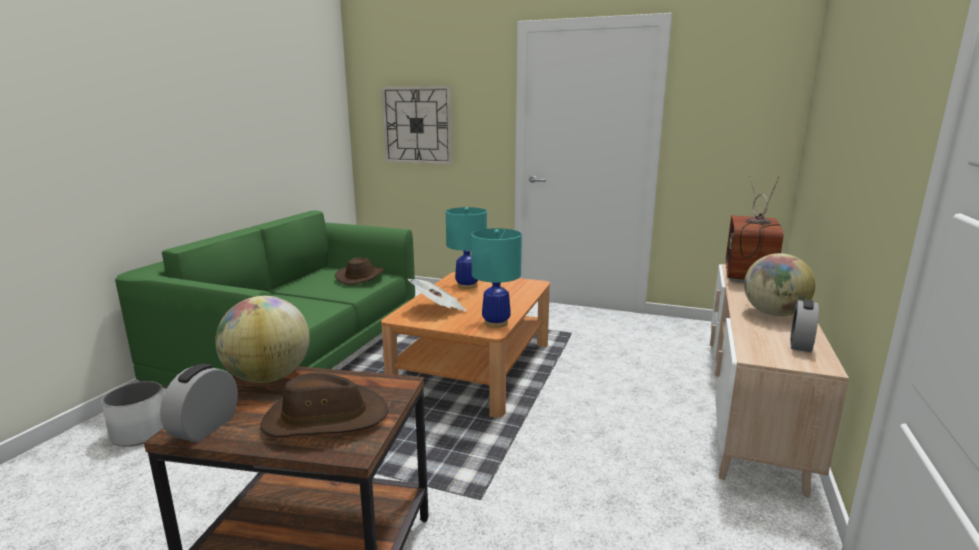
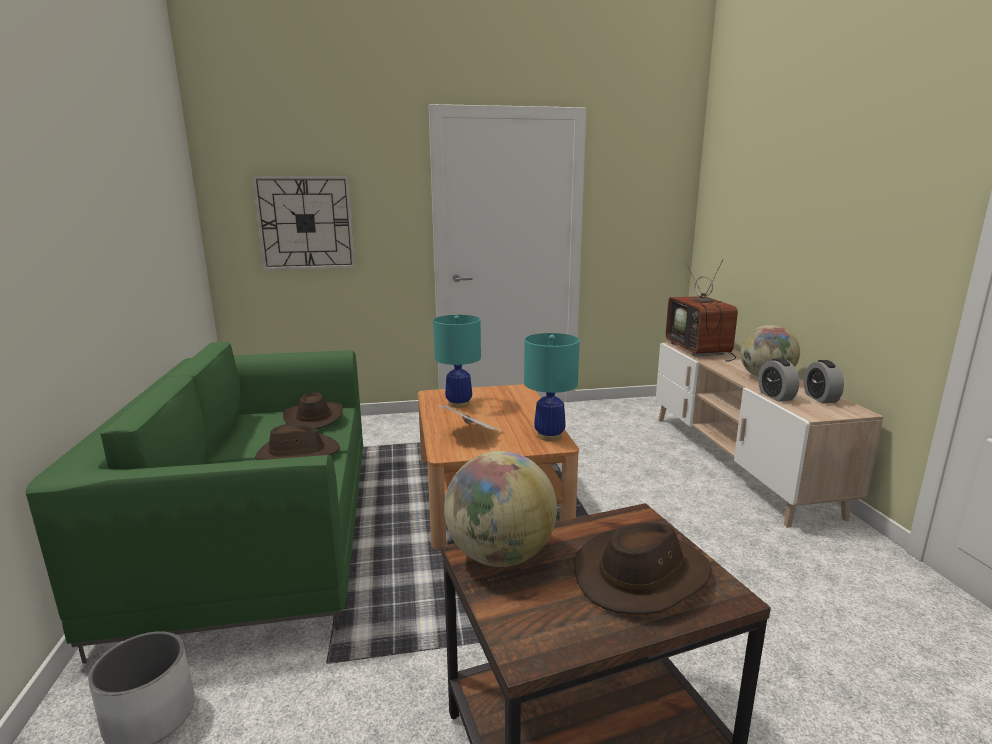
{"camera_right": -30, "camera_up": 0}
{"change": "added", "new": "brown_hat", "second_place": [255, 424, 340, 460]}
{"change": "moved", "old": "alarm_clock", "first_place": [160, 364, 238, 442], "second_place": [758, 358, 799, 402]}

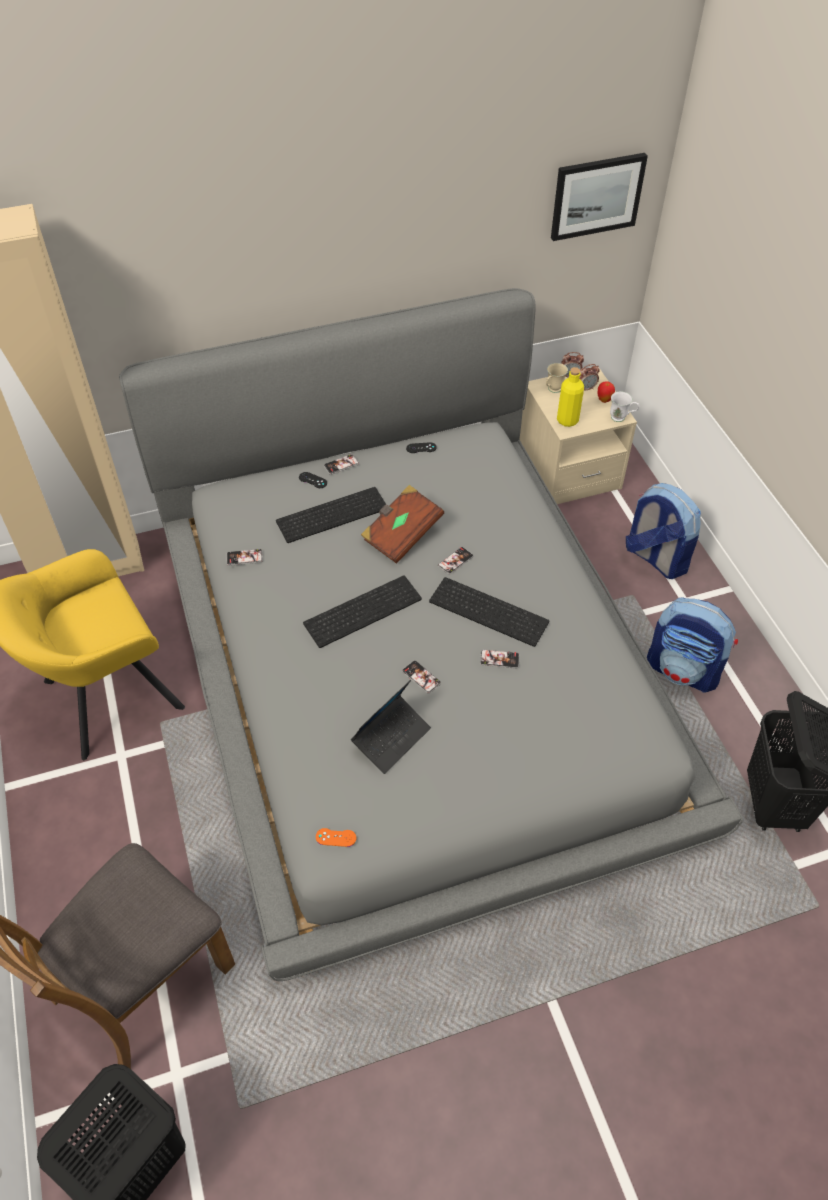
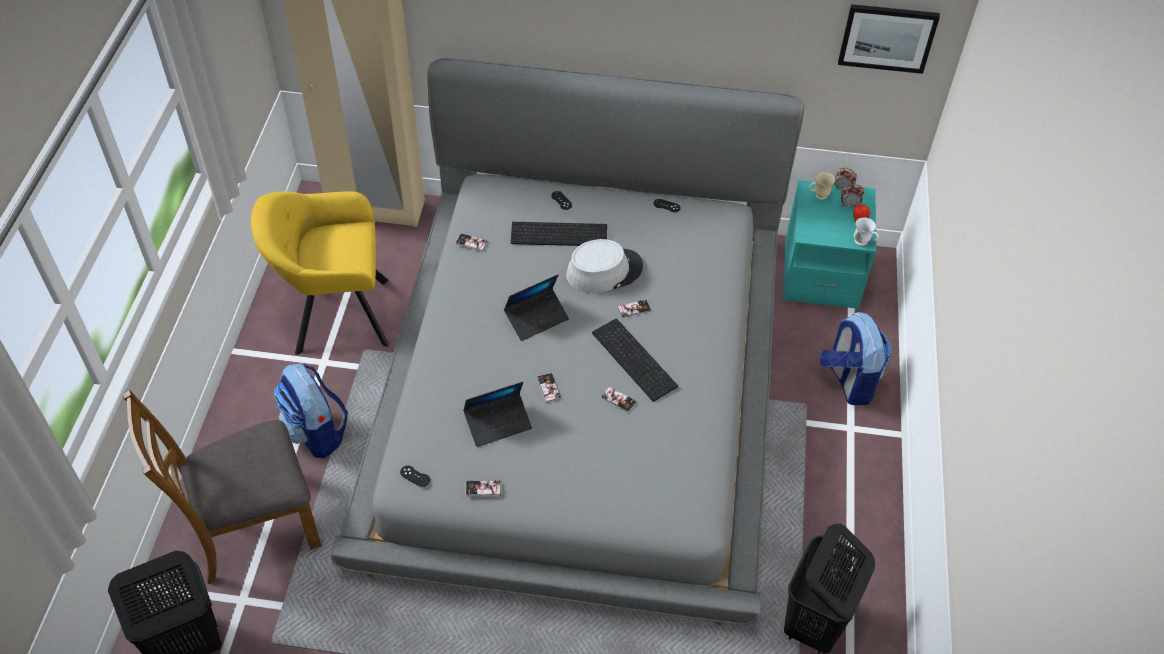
{"camera_right": 25, "camera_up": 0}
{"change": "moved", "old": "backpack", "first_place": [647, 598, 738, 693], "second_place": [274, 363, 348, 458]}
{"change": "recoloured", "old": "orange_game_controller", "new": "black_game_controller", "first_place": [316, 828, 356, 847], "second_place": [400, 465, 430, 487]}
{"change": "moved", "old": "phone", "first_place": [324, 454, 359, 475], "second_place": [465, 480, 501, 496]}
{"change": "replaced", "old": "keyboard", "new": "laptop", "first_place": [303, 575, 422, 648], "second_place": [504, 275, 569, 341]}
{"change": "replaced", "old": "brown_book", "new": "grey_hat", "first_place": [361, 485, 444, 564], "second_place": [566, 239, 643, 293]}
{"change": "recoloured", "old": "beige_nightstand", "new": "turquoise_nightstand", "first_place": [519, 368, 637, 504], "second_place": [782, 180, 876, 309]}
{"change": "removed", "old": "yellow_bottle", "first_place": [557, 367, 584, 427]}

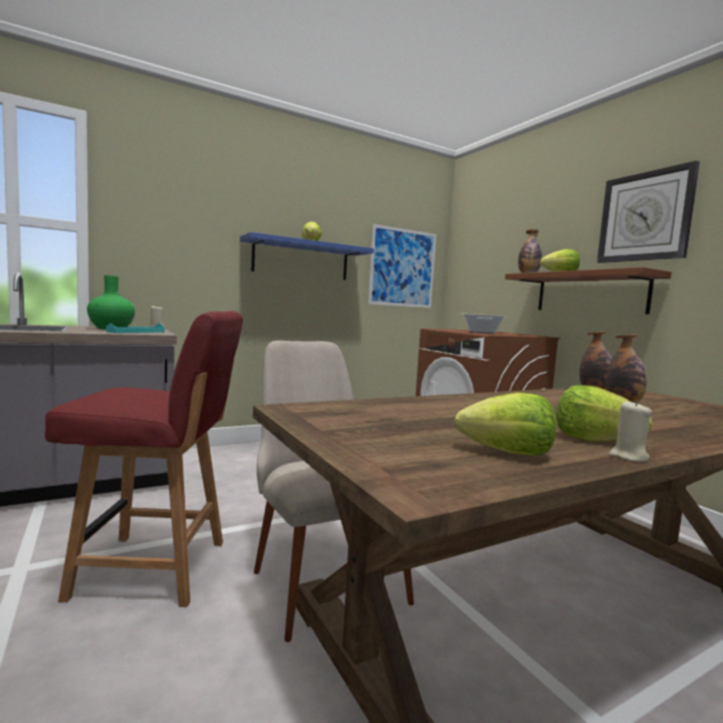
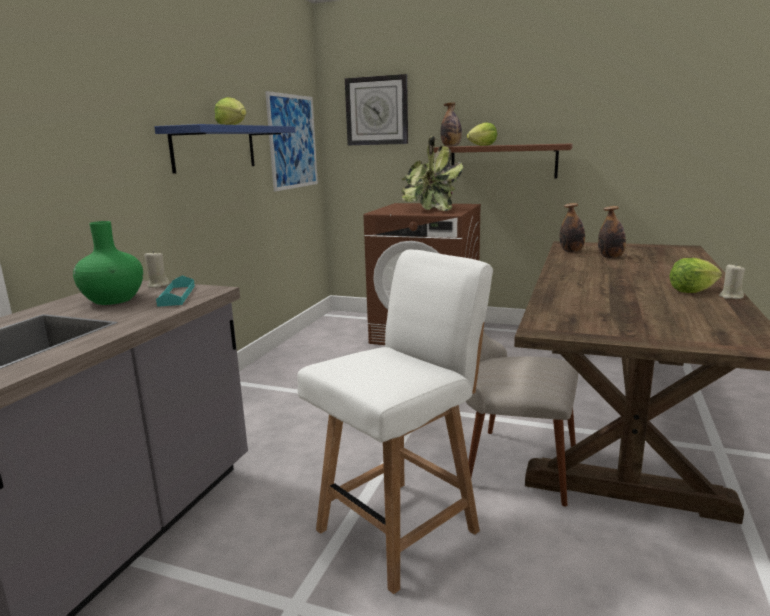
{"camera_right": -40, "camera_up": 10}
{"change": "recoloured", "old": "red_chair", "new": "white_chair", "first_place": [45, 311, 243, 607], "second_place": [297, 250, 493, 594]}
{"change": "moved", "old": "wall_clock", "first_place": [597, 161, 700, 263], "second_place": [345, 74, 408, 145]}
{"change": "replaced", "old": "cooking_pot", "new": "potted_plant", "first_place": [461, 313, 507, 333], "second_place": [401, 136, 463, 211]}
{"change": "removed", "old": "lettuce", "first_place": [454, 392, 556, 456]}

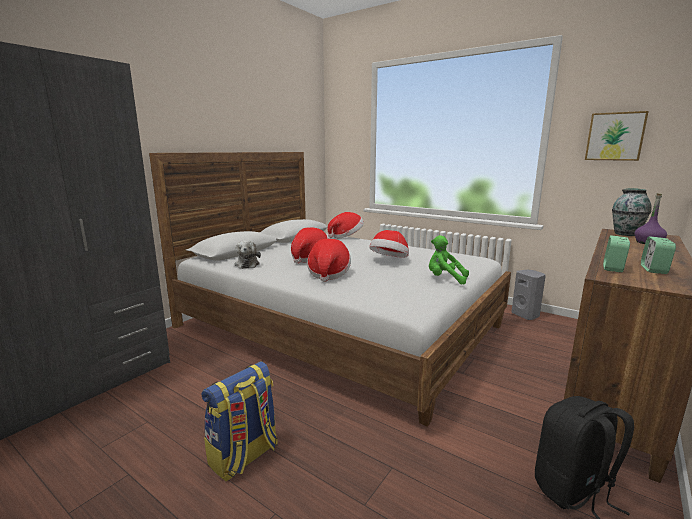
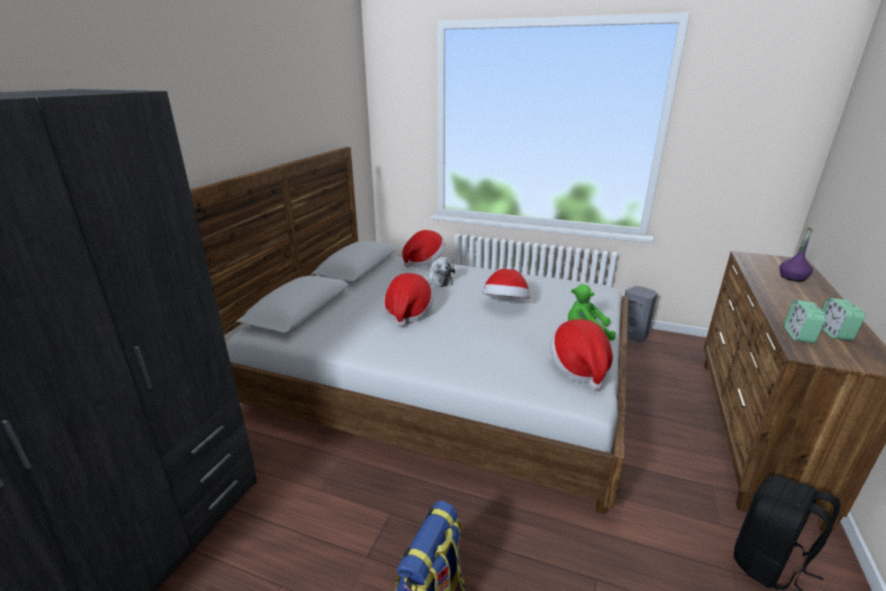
{"camera_right": -15, "camera_up": 10}
{"change": "moved", "old": "plush_toy", "first_place": [234, 240, 261, 269], "second_place": [428, 257, 455, 287]}
{"change": "moved", "old": "hat", "first_place": [307, 239, 351, 282], "second_place": [550, 319, 613, 390]}
{"change": "removed", "old": "picture", "first_place": [585, 111, 649, 161]}
{"change": "removed", "old": "vase", "first_place": [612, 188, 652, 236]}

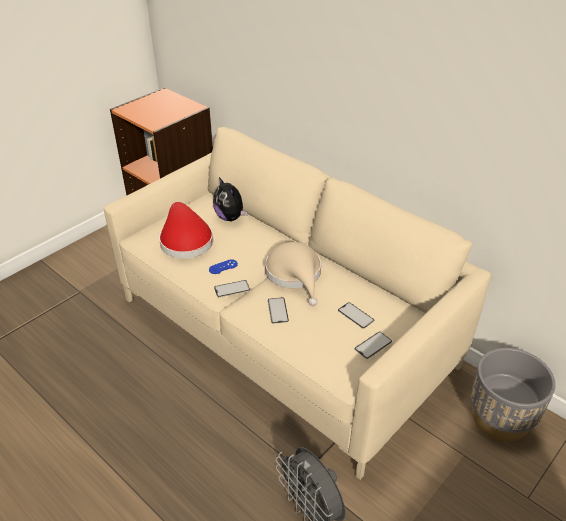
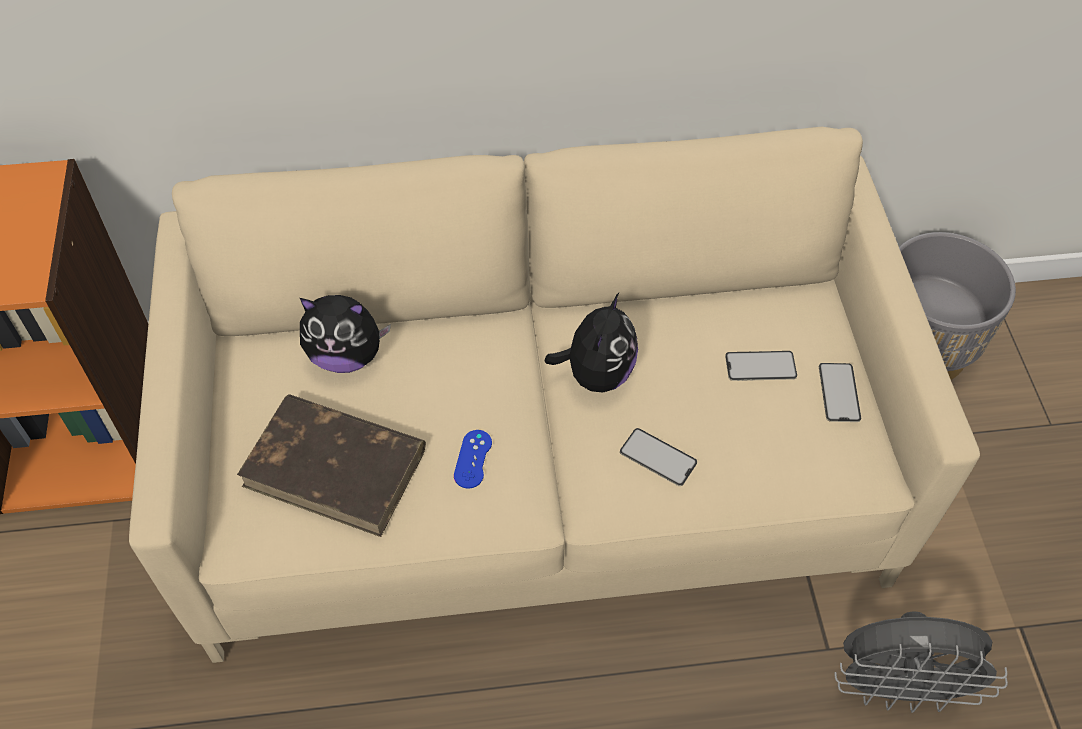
{"camera_right": -50, "camera_up": 15}
{"change": "replaced", "old": "red_hat", "new": "brown_book", "first_place": [159, 202, 213, 259], "second_place": [237, 394, 426, 537]}
{"change": "replaced", "old": "beige_hat", "new": "plush_toy", "first_place": [265, 242, 321, 306], "second_place": [545, 293, 638, 393]}
{"change": "removed", "old": "phone", "first_place": [214, 280, 250, 297]}

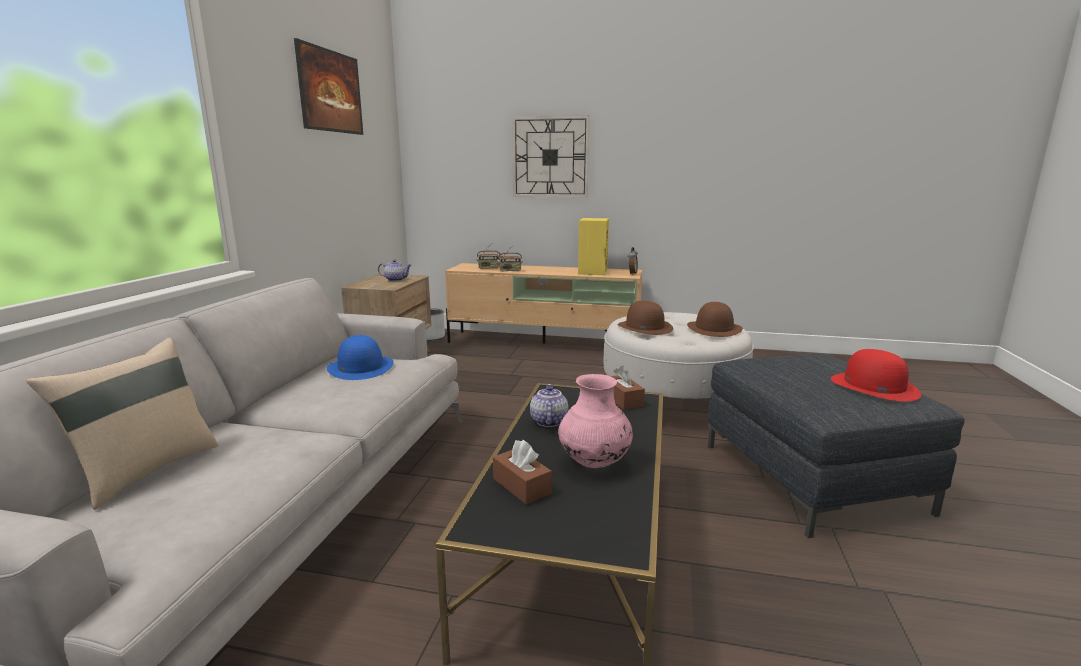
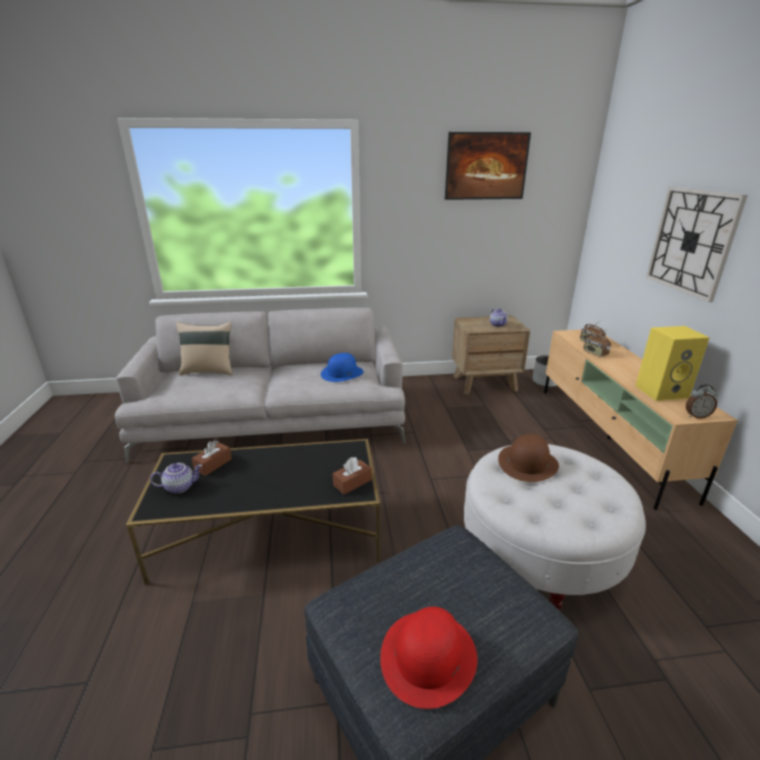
{"camera_right": 70, "camera_up": 10}
{"change": "moved", "old": "teapot", "first_place": [530, 384, 569, 427], "second_place": [150, 463, 202, 494]}
{"change": "removed", "old": "pink_vase", "first_place": [558, 374, 633, 468]}
{"change": "removed", "old": "brown_hat", "first_place": [687, 302, 743, 337]}

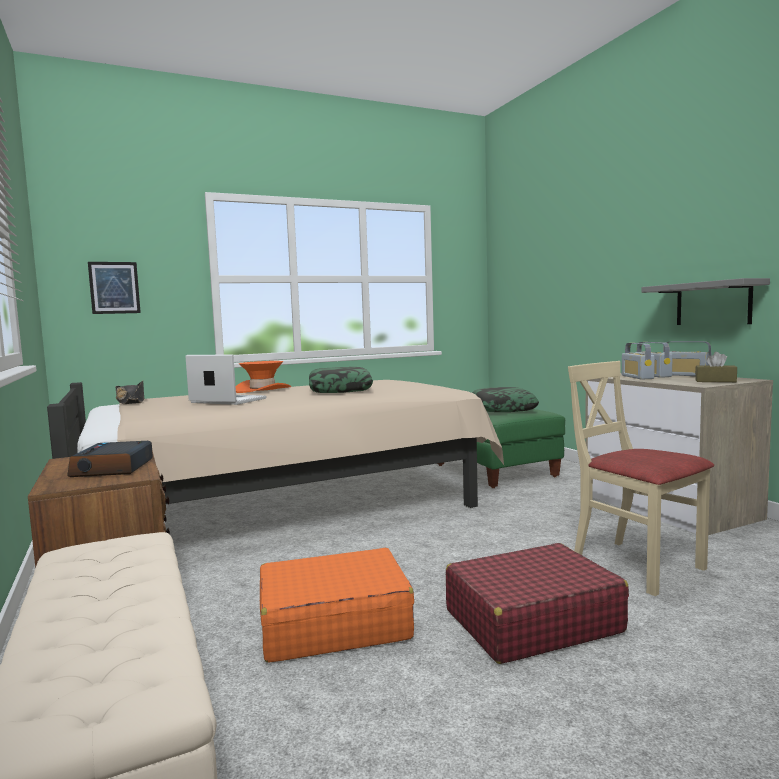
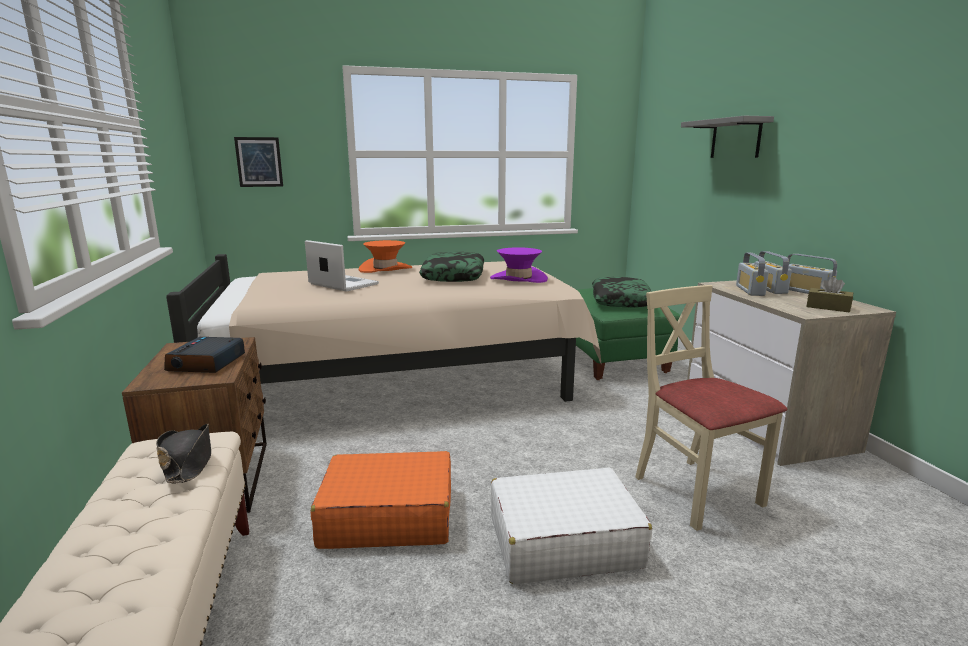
{"camera_right": 10, "camera_up": 10}
{"change": "moved", "old": "black_hat", "first_place": [115, 381, 144, 404], "second_place": [156, 424, 211, 483]}
{"change": "added", "new": "purple_hat", "second_place": [490, 247, 548, 283]}
{"change": "recoloured", "old": "red_suitcase", "new": "white_suitcase", "first_place": [446, 543, 629, 664], "second_place": [491, 467, 652, 584]}
{"change": "moved", "old": "grey_shelf", "first_place": [642, 278, 770, 325], "second_place": [681, 116, 774, 158]}

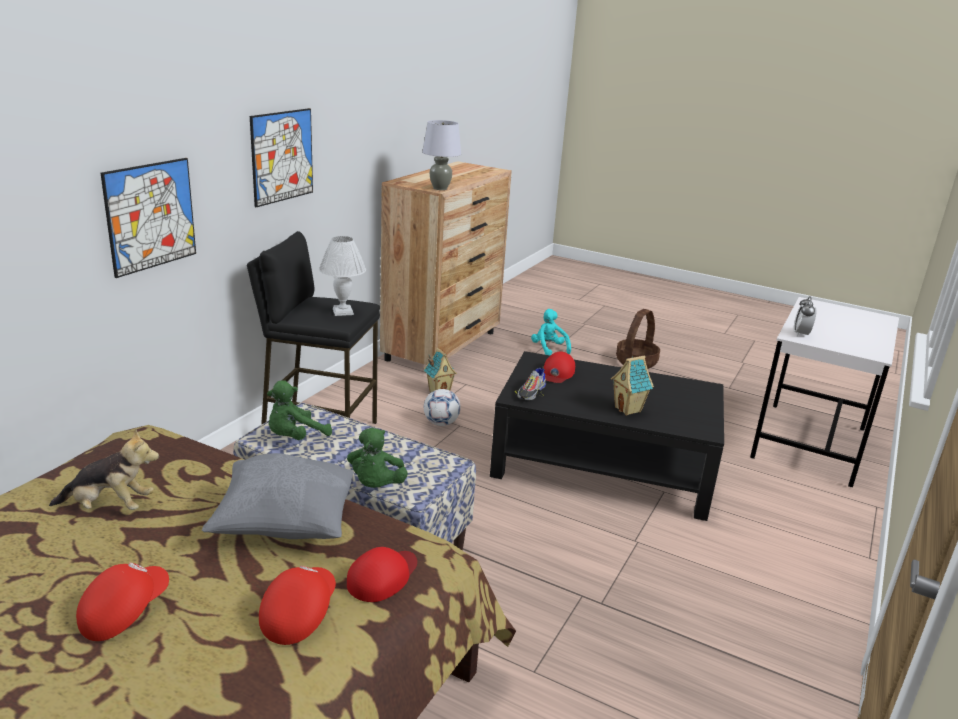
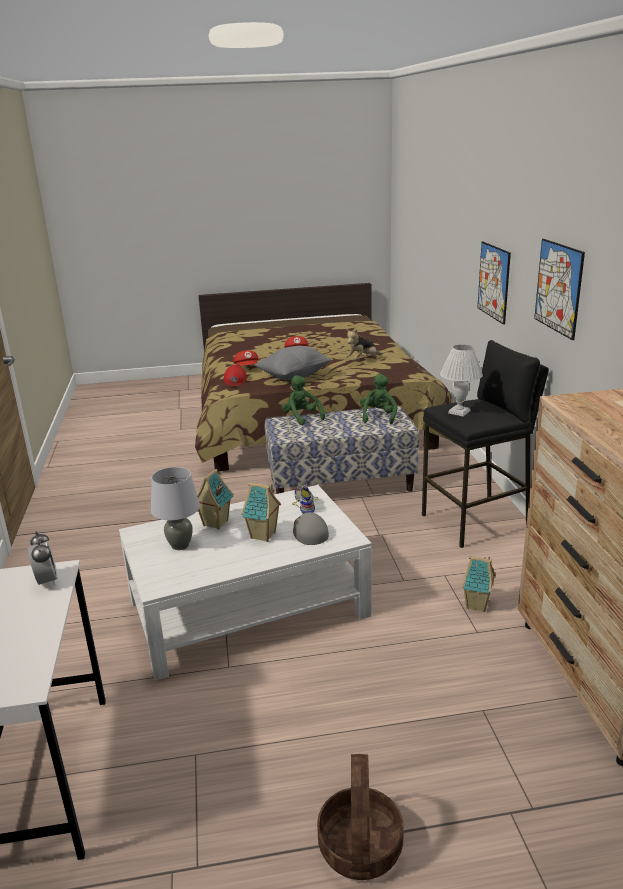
{"camera_right": 145, "camera_up": 0}
{"change": "recoloured", "old": "black_coffee_table", "new": "white_coffee_table", "first_place": [490, 351, 724, 521], "second_place": [119, 485, 372, 681]}
{"change": "moved", "old": "grey_table_lamp", "first_place": [422, 120, 461, 190], "second_place": [151, 467, 200, 550]}
{"change": "added", "new": "toy_house", "second_place": [241, 482, 281, 542]}
{"change": "recoloured", "old": "red_cap", "new": "grey_cap", "first_place": [544, 351, 575, 383], "second_place": [293, 512, 329, 545]}
{"change": "removed", "old": "football", "first_place": [424, 389, 461, 426]}
{"change": "removed", "old": "turquoise_plush_toy", "first_place": [531, 309, 571, 355]}

